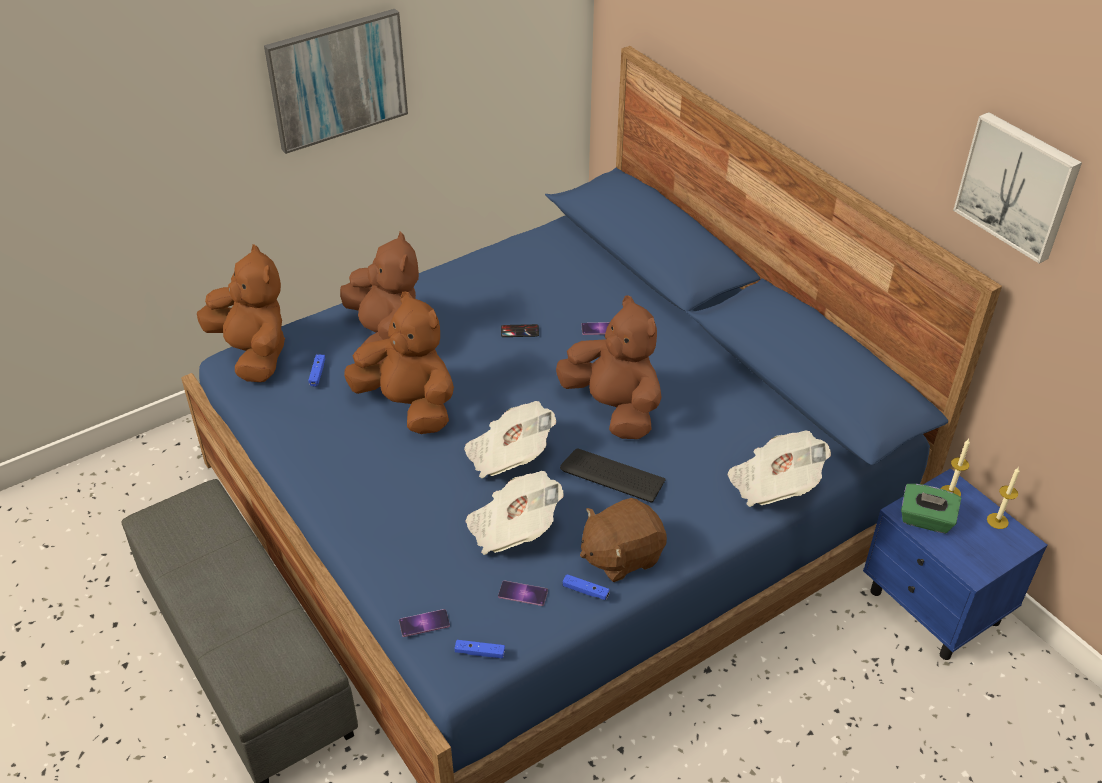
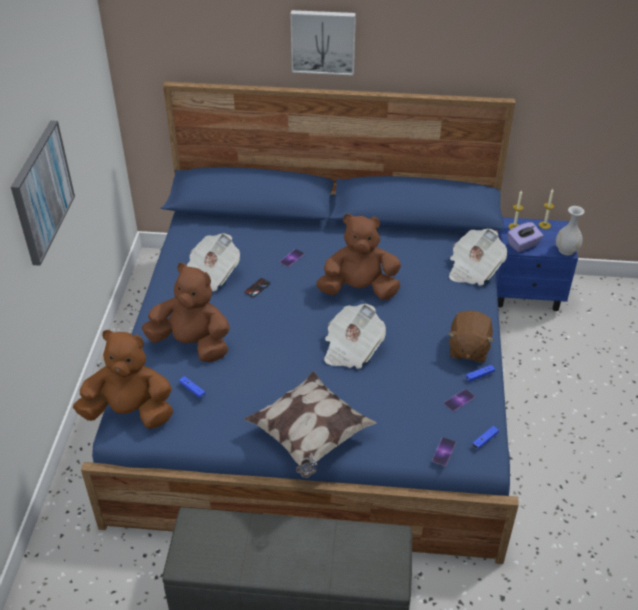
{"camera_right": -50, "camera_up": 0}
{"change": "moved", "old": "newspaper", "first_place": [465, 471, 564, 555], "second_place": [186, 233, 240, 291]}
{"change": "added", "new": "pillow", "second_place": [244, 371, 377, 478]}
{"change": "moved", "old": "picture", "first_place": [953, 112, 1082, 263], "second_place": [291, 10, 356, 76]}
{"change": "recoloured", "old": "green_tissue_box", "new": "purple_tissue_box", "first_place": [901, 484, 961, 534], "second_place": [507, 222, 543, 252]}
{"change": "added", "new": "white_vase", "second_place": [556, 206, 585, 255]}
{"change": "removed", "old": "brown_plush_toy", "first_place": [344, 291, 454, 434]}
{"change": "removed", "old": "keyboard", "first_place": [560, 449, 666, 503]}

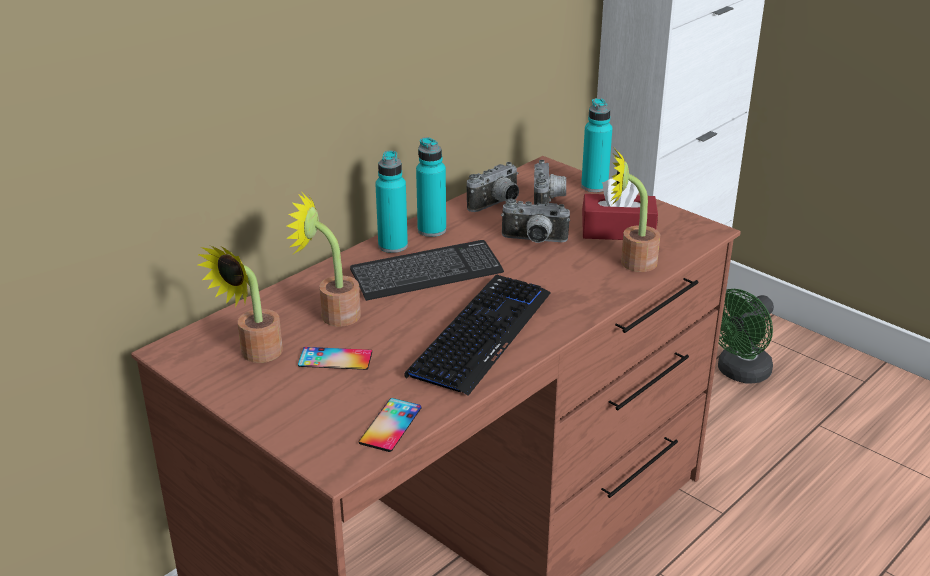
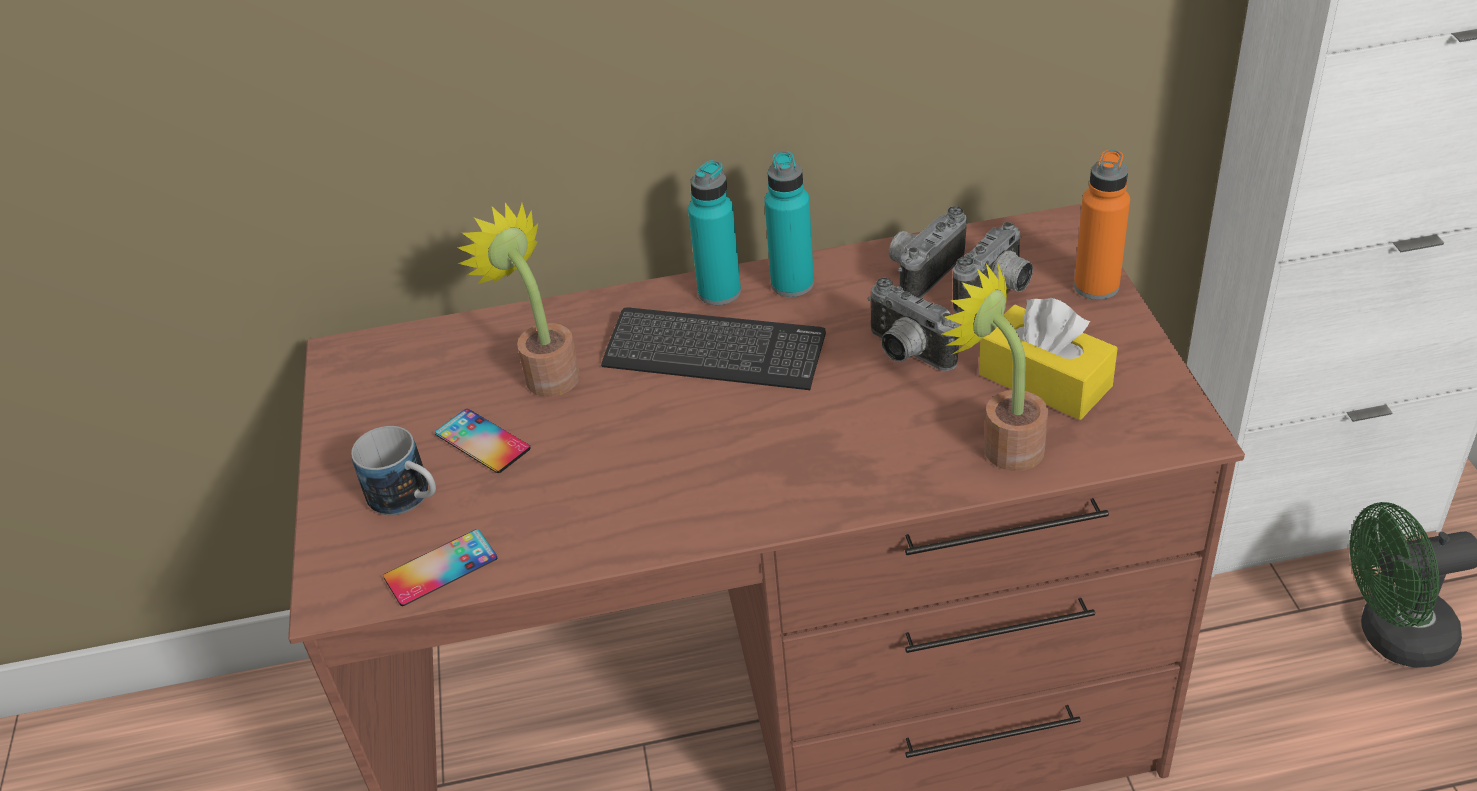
{"camera_right": 40, "camera_up": 10}
{"change": "added", "new": "mug", "second_place": [351, 426, 436, 515]}
{"change": "turned", "old": "photo_camera", "first_place": [467, 162, 519, 212], "second_place": [889, 206, 967, 299], "degrees": 135}
{"change": "recoloured", "old": "red_tissue_box", "new": "yellow_tissue_box", "first_place": [582, 179, 658, 240], "second_place": [979, 298, 1118, 420]}
{"change": "recoloured", "old": "turquoise_bottle", "new": "orange_bottle", "first_place": [581, 98, 612, 192], "second_place": [1074, 150, 1130, 300]}
{"change": "removed", "old": "potted_plant", "first_place": [197, 246, 283, 363]}
{"change": "removed", "old": "keyboard", "first_place": [404, 275, 551, 396]}

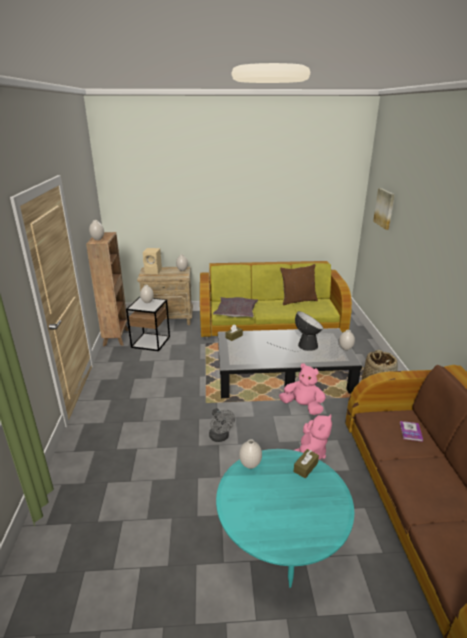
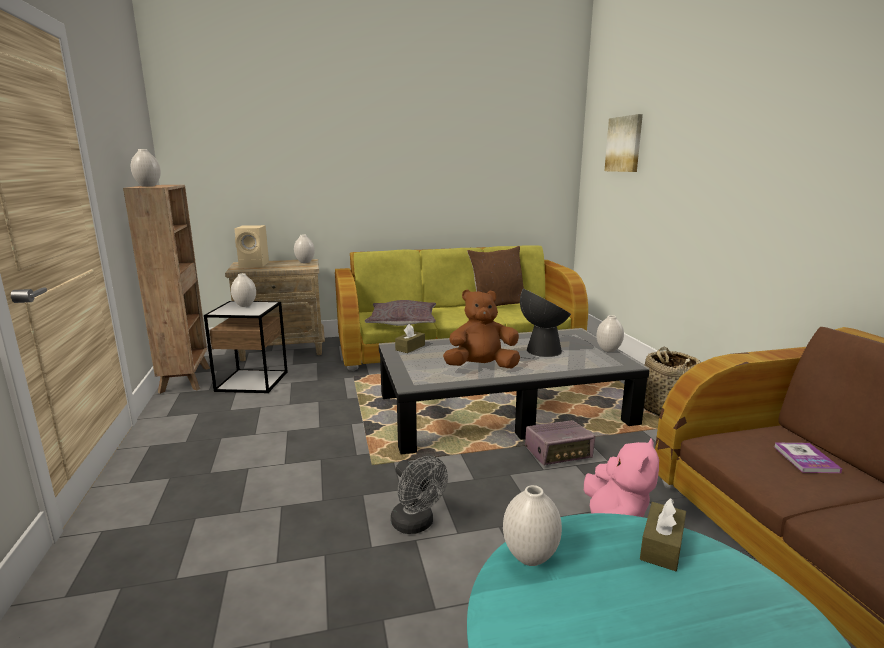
{"camera_right": -10, "camera_up": -10}
{"change": "added", "new": "brown_plush_toy", "second_place": [443, 289, 520, 368]}
{"change": "replaced", "old": "pink_plush_toy", "new": "radio", "first_place": [279, 363, 326, 415], "second_place": [525, 420, 595, 466]}

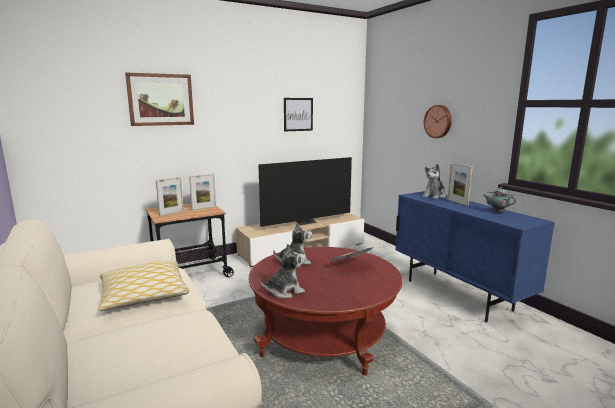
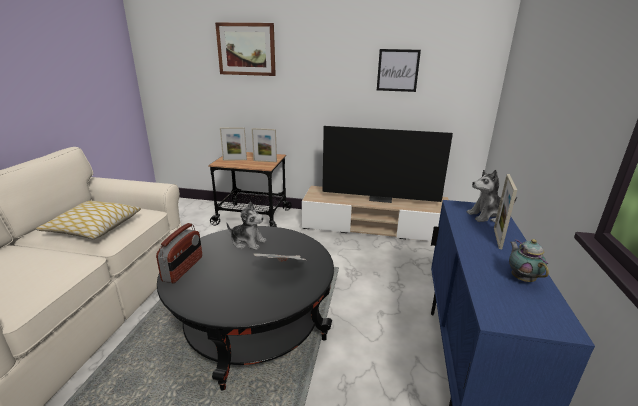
{"camera_right": 40, "camera_up": 10}
{"change": "replaced", "old": "plush_toy", "new": "radio", "first_place": [260, 244, 306, 298], "second_place": [156, 223, 202, 283]}
{"change": "recoloured", "old": "red_coffee_table", "new": "black_coffee_table", "first_place": [249, 247, 403, 376], "second_place": [157, 226, 334, 391]}
{"change": "removed", "old": "wall_clock", "first_place": [424, 105, 452, 138]}

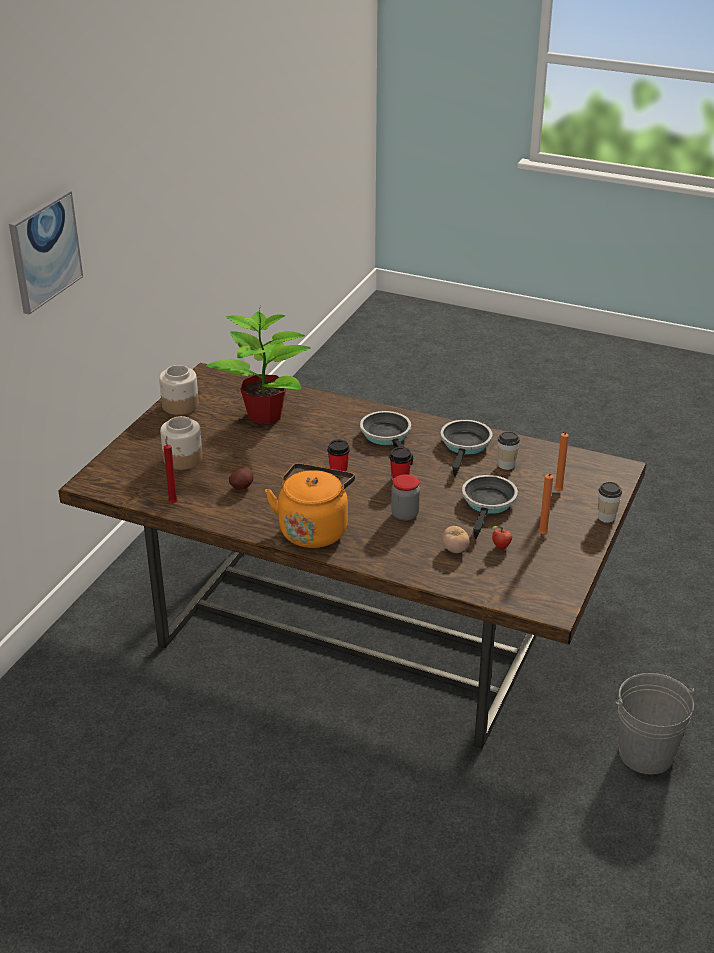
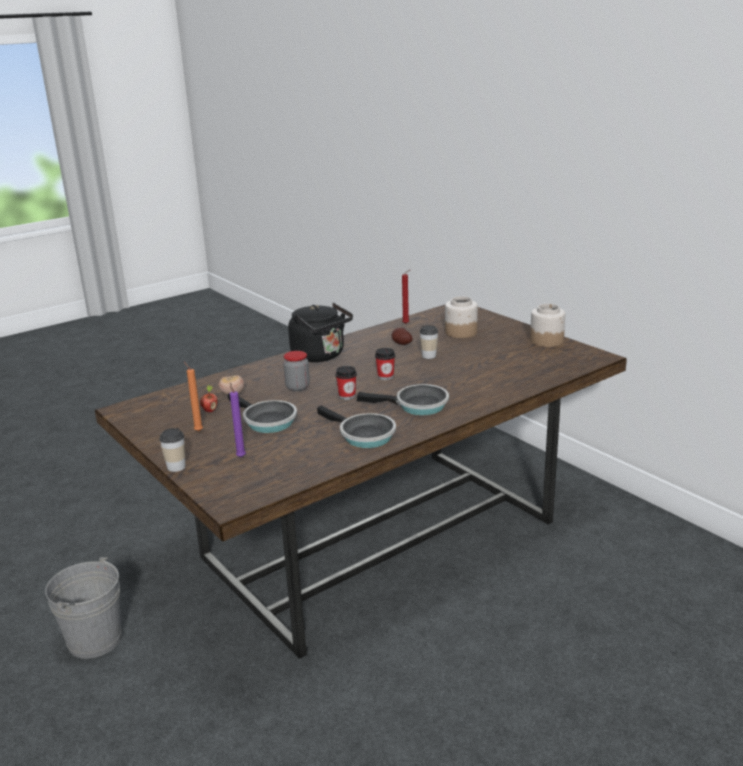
{"camera_right": 120, "camera_up": -10}
{"change": "recoloured", "old": "orange_candle", "new": "purple_candle", "first_place": [554, 432, 569, 492], "second_place": [230, 383, 246, 457]}
{"change": "recoloured", "old": "orange_kettle", "new": "black_kettle", "first_place": [265, 463, 355, 548], "second_place": [288, 303, 353, 362]}
{"change": "moved", "old": "cup", "first_place": [498, 431, 520, 470], "second_place": [419, 325, 438, 359]}
{"change": "removed", "old": "picture", "first_place": [9, 190, 83, 314]}
{"change": "removed", "old": "potted_plant", "first_place": [206, 306, 311, 424]}

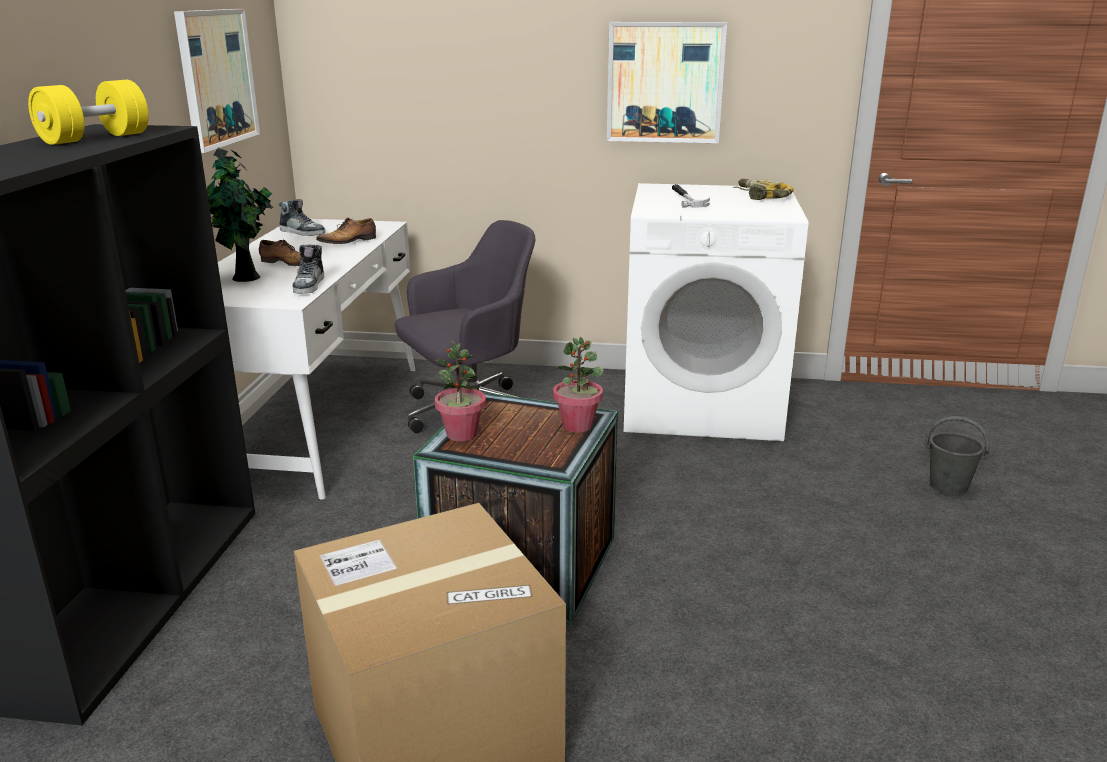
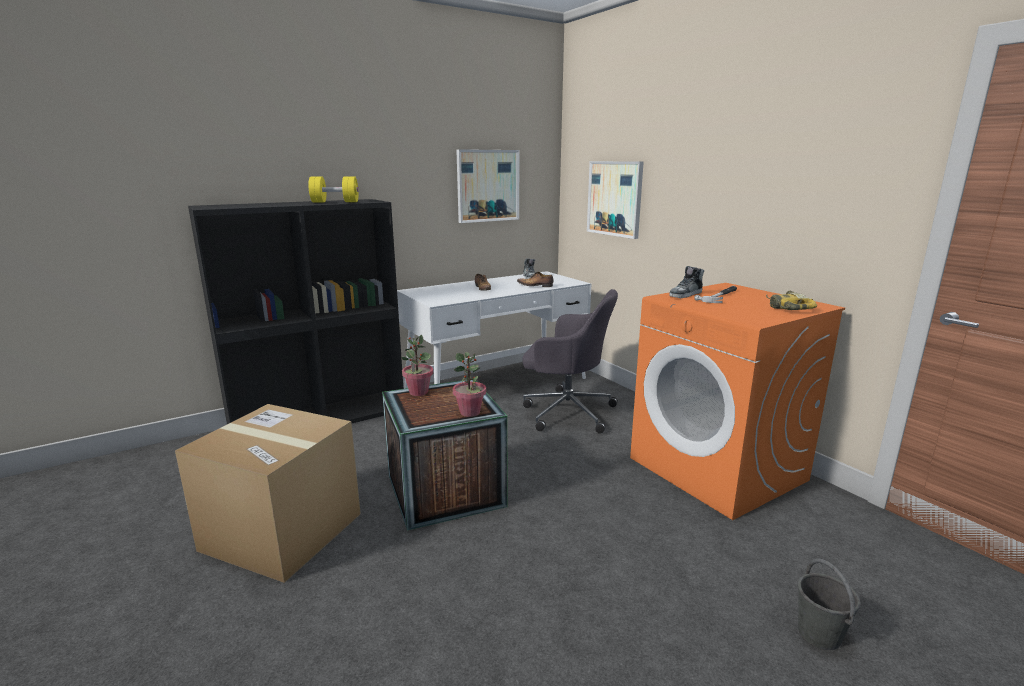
{"camera_right": 50, "camera_up": -5}
{"change": "moved", "old": "picture", "first_place": [607, 22, 727, 143], "second_place": [587, 161, 644, 239]}
{"change": "recoloured", "old": "white_washing_machine", "new": "orange_washing_machine", "first_place": [624, 183, 809, 441], "second_place": [630, 283, 845, 520]}
{"change": "moved", "old": "shoe", "first_place": [292, 245, 324, 294], "second_place": [669, 266, 704, 298]}
{"change": "removed", "old": "potted_plant", "first_place": [207, 148, 273, 282]}

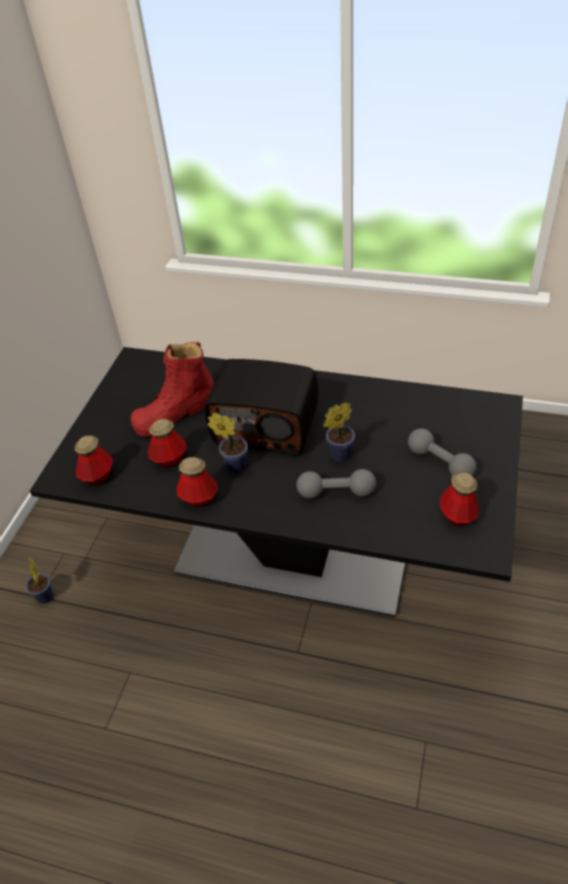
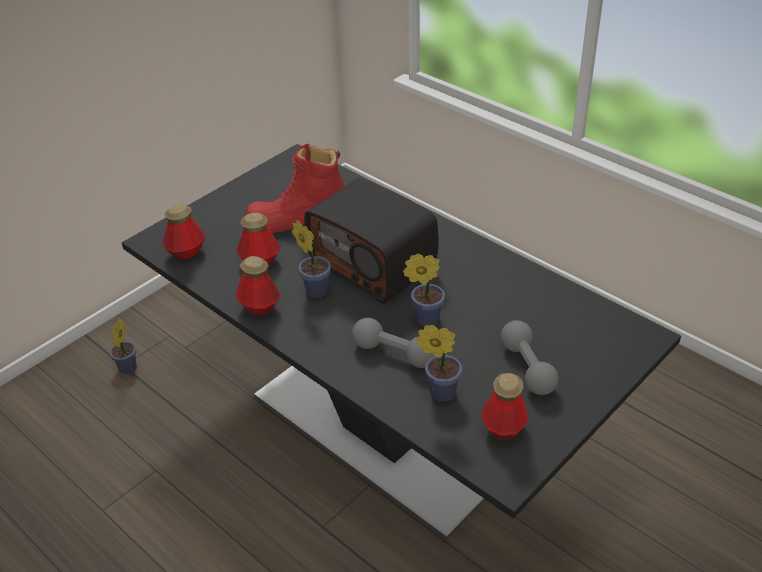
{"camera_right": 25, "camera_up": -5}
{"change": "added", "new": "potted_plant", "second_place": [416, 325, 462, 402]}

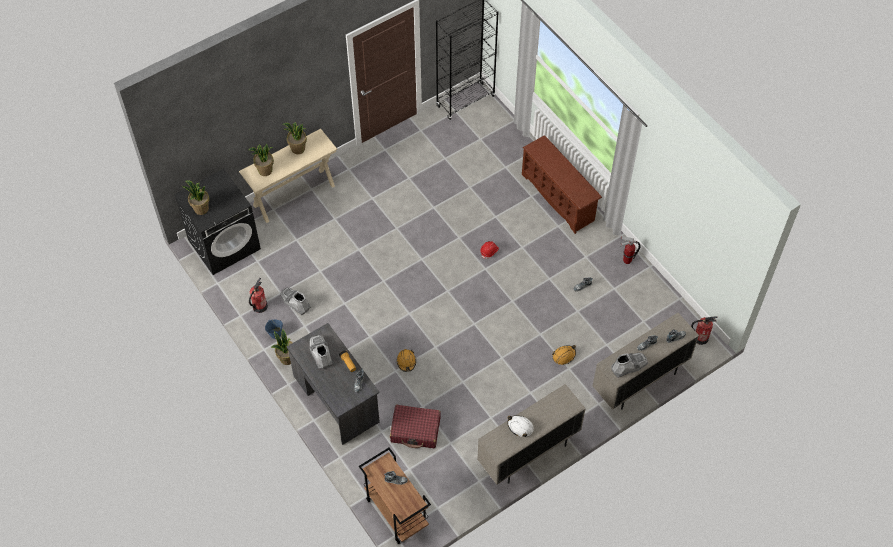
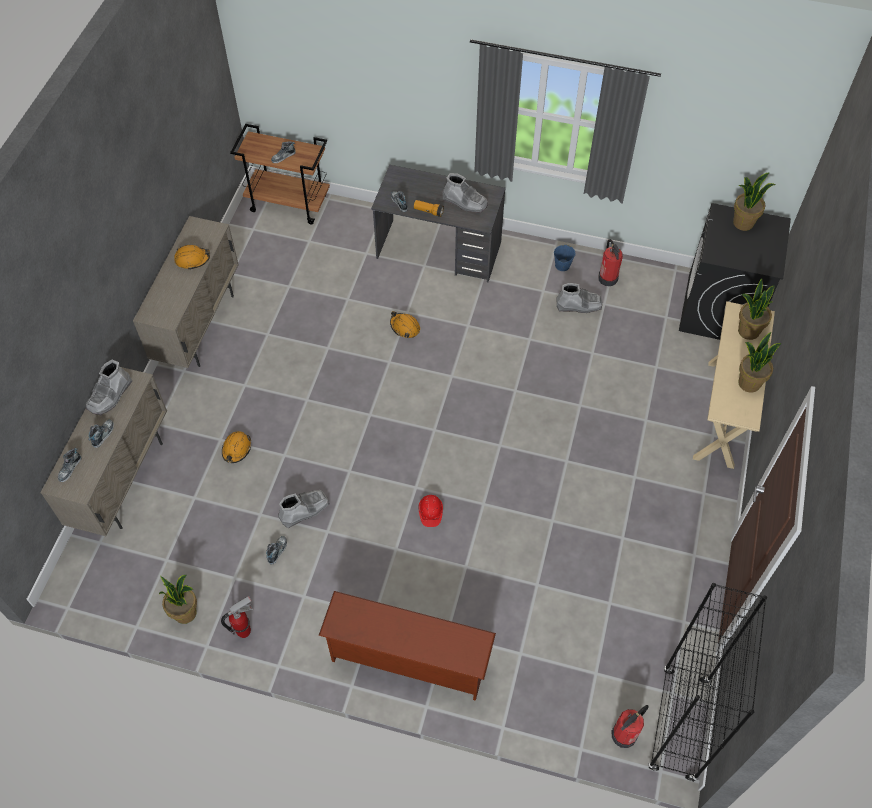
{"camera_right": 140, "camera_up": 0}
{"change": "moved", "old": "potted_plant", "first_place": [271, 329, 293, 365], "second_place": [159, 575, 197, 624]}
{"change": "recoloured", "old": "white_hard_hat", "new": "orange_hard_hat", "first_place": [507, 415, 534, 437], "second_place": [174, 245, 210, 270]}
{"change": "added", "new": "grey_boot", "second_place": [278, 490, 330, 528]}
{"change": "moved", "old": "fire_extinguisher", "first_place": [691, 316, 718, 345], "second_place": [612, 705, 649, 748]}
{"change": "removed", "old": "red_suitcase", "first_place": [390, 405, 441, 448]}

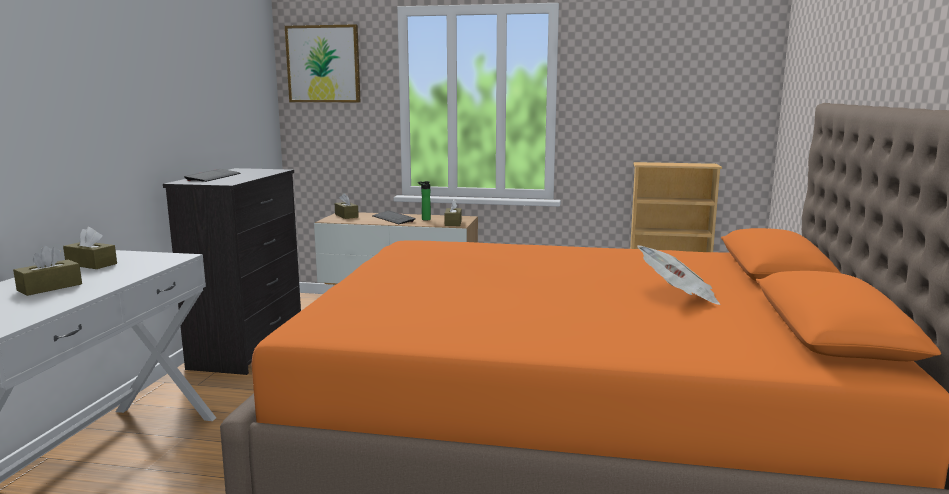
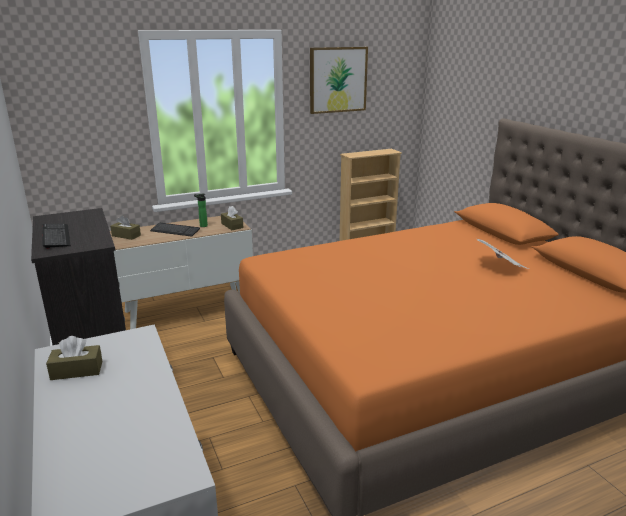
{"camera_right": -35, "camera_up": 10}
{"change": "moved", "old": "picture", "first_place": [285, 24, 361, 102], "second_place": [310, 47, 368, 114]}
{"change": "removed", "old": "brown_tissue_box", "first_place": [13, 246, 82, 296]}

